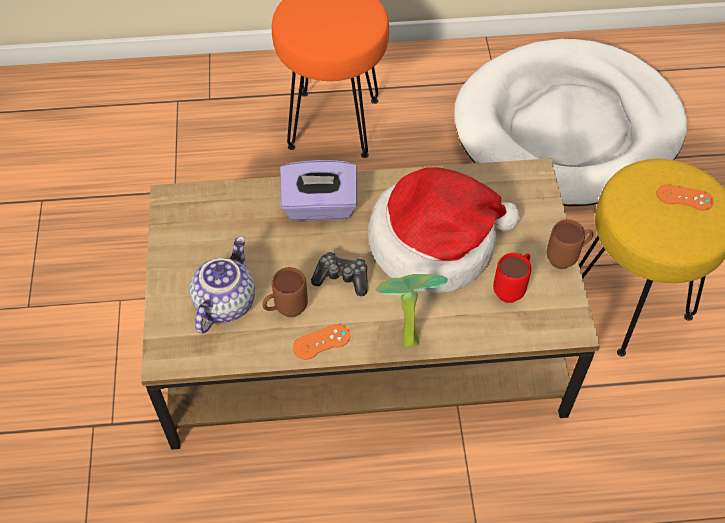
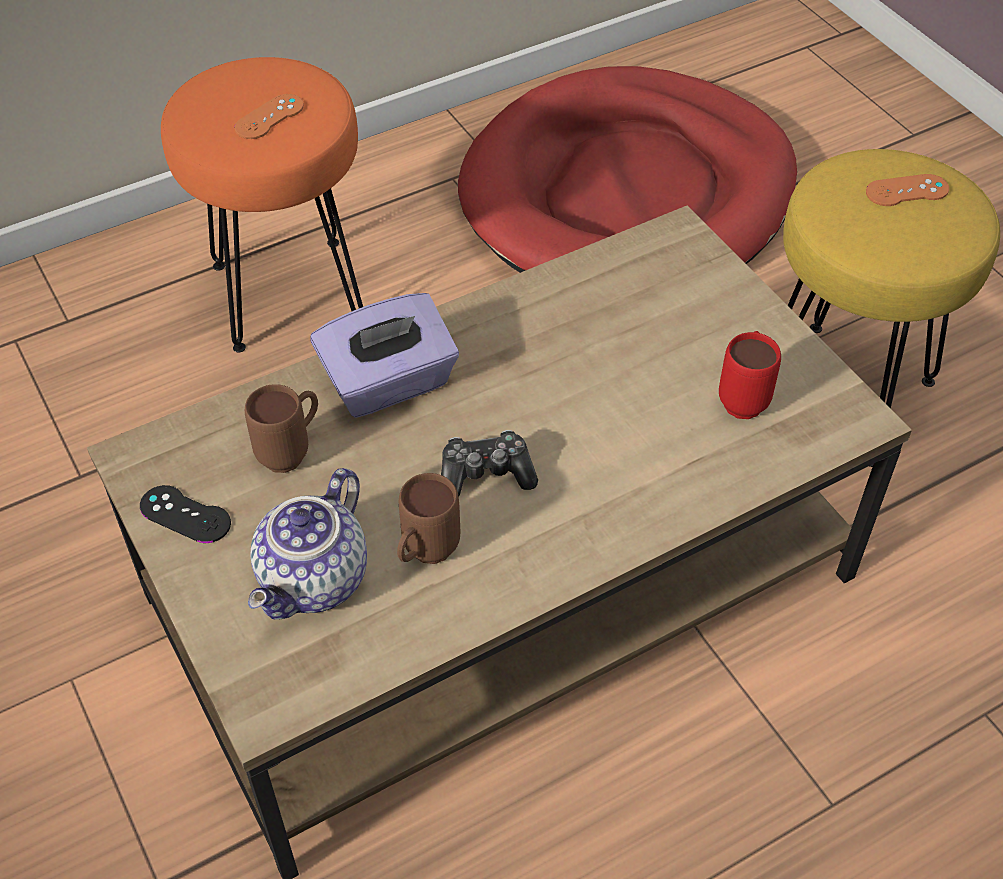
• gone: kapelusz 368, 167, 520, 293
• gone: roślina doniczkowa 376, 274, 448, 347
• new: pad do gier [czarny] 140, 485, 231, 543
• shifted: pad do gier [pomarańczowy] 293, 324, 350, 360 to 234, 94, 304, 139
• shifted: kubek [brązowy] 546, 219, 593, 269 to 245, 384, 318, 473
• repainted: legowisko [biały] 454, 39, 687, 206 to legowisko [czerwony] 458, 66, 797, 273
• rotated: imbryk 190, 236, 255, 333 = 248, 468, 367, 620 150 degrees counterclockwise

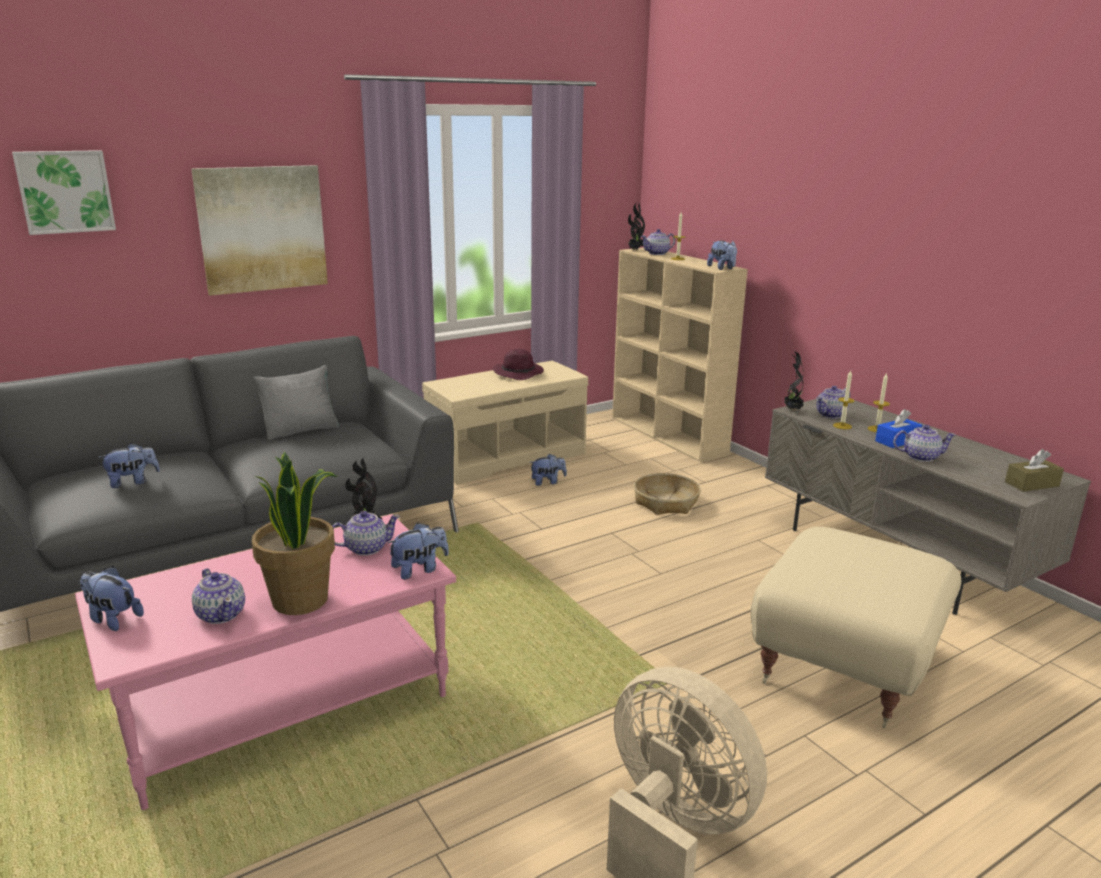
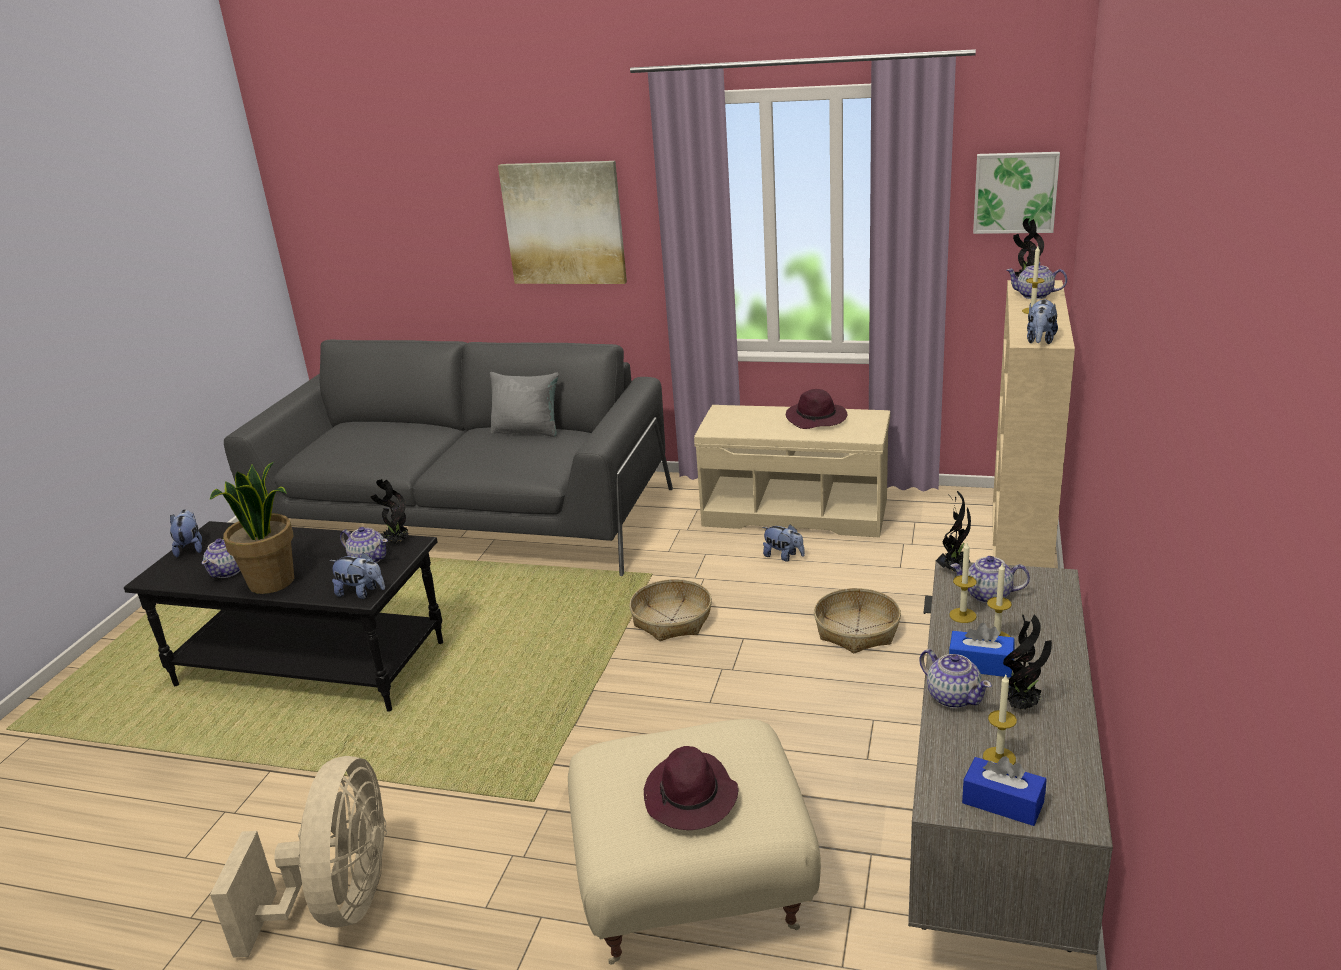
• gone: pluszak 98, 443, 160, 488
• new: koszyk 629, 579, 712, 641
• new: kapelusz [fioletowy] 644, 746, 738, 830
• new: świeca 983, 675, 1017, 765
• new: roślina doniczkowa 1003, 614, 1052, 710
• shifted: obraz 12, 150, 116, 235 to 973, 152, 1060, 234
• repainted: ława [różowy] 75, 514, 456, 810 to ława [czarny] 124, 521, 443, 712
• repainted: pudełko chusteczek [brązowy] 1005, 449, 1064, 492 to pudełko chusteczek [niebieski] 962, 756, 1047, 826

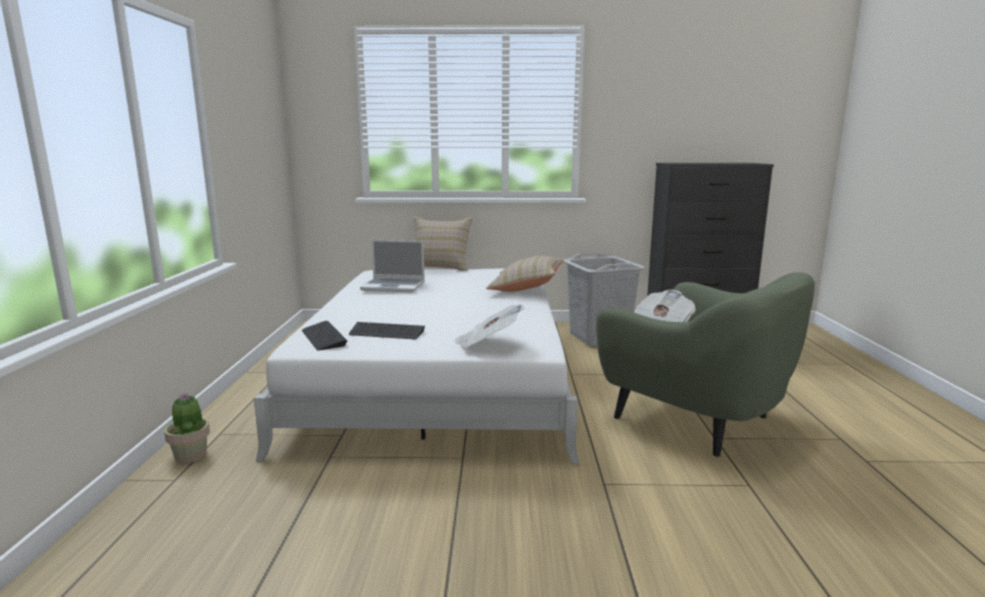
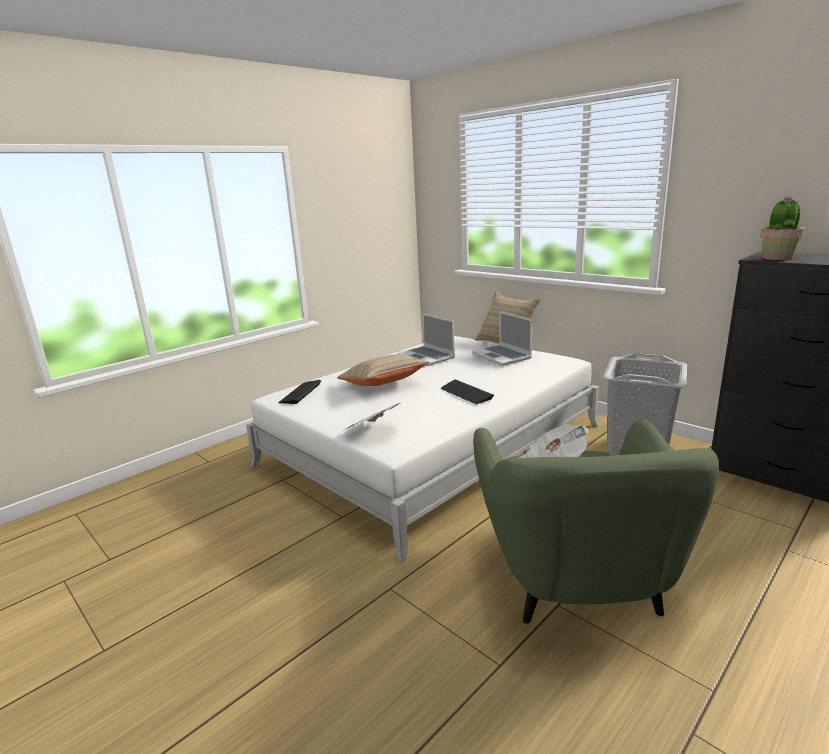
• new: laptop 472, 311, 533, 366
• shifted: roślina doniczkowa 164, 393, 210, 463 to 760, 197, 805, 260
• shifted: klawiatura 349, 322, 425, 339 to 441, 379, 494, 404
• shifted: poduszka [beżowy] 486, 256, 564, 292 to 337, 354, 429, 386

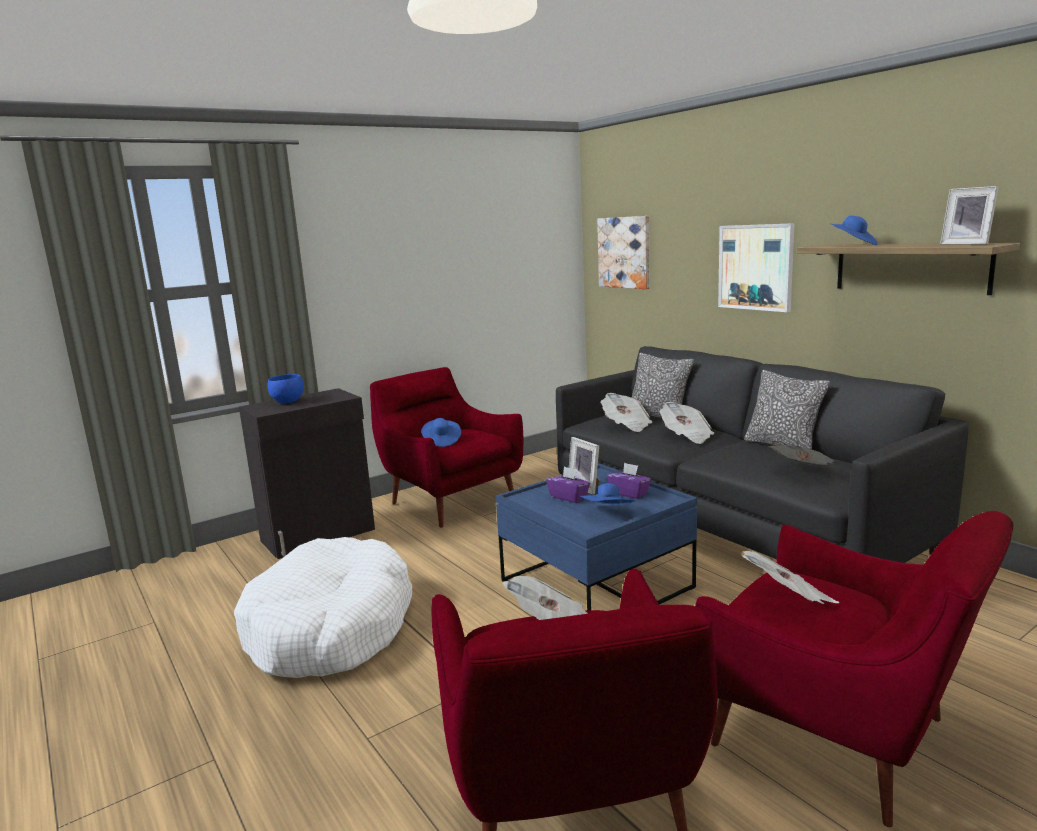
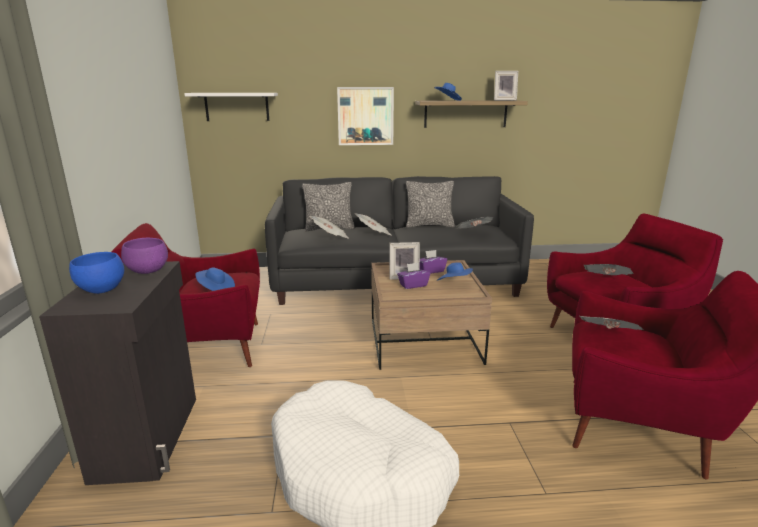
• new: miska [fioletowy] 121, 238, 168, 274
• swapped: obraz 597, 216, 650, 289 to półka [biały] 184, 93, 278, 121
• repainted: ława [niebieski] 496, 464, 697, 610 to ława [brązowy] 371, 260, 492, 370

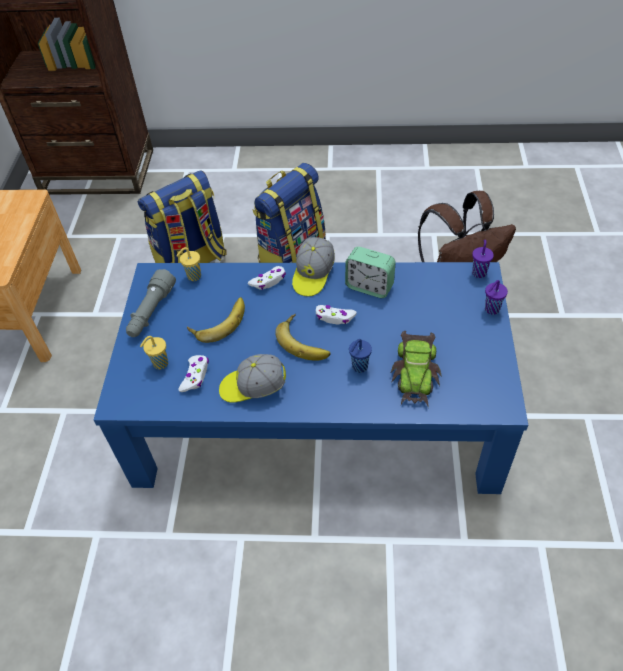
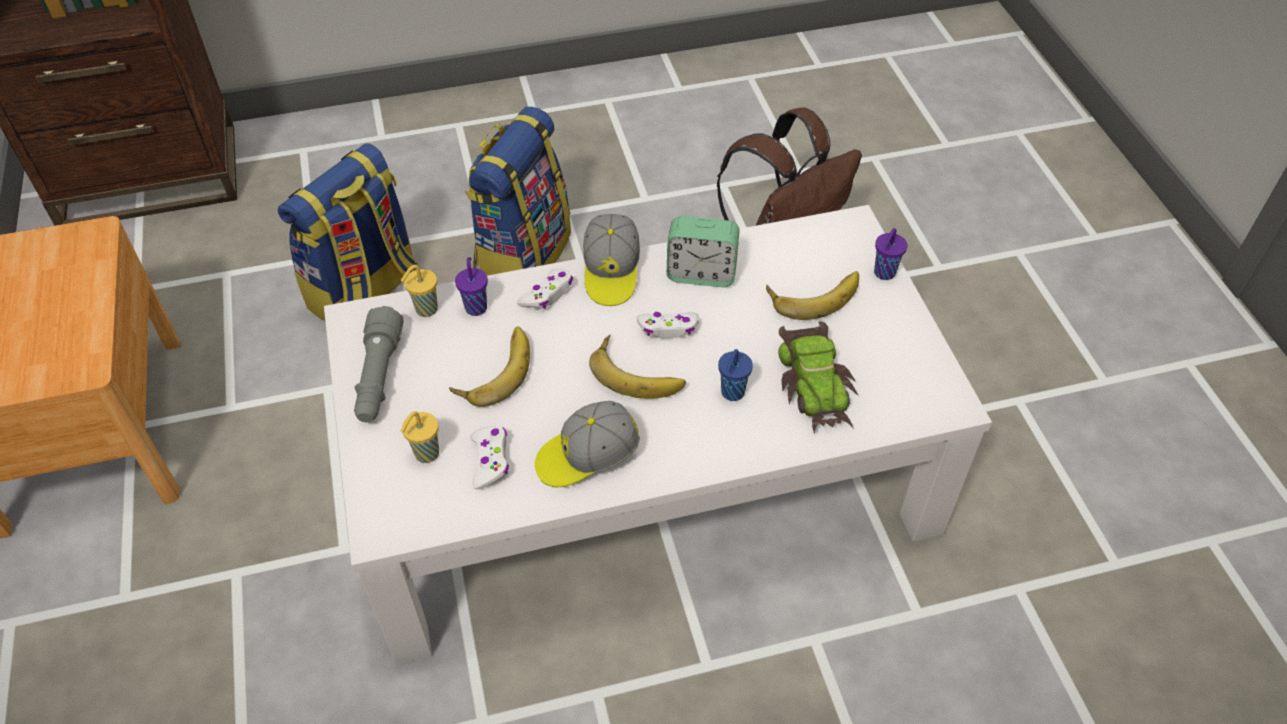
• new: banan 766, 271, 859, 320
• shifted: filiżanka [fioletowy] 472, 240, 494, 278 to 455, 257, 488, 316
• repainted: ława [niebieski] 94, 262, 528, 494 to ława [biały] 324, 205, 992, 665

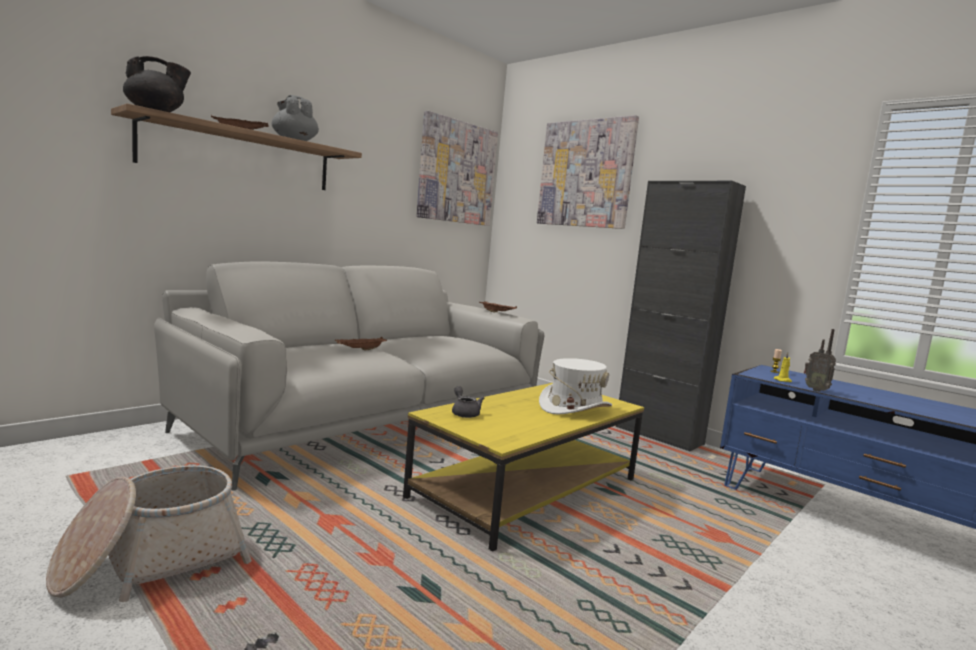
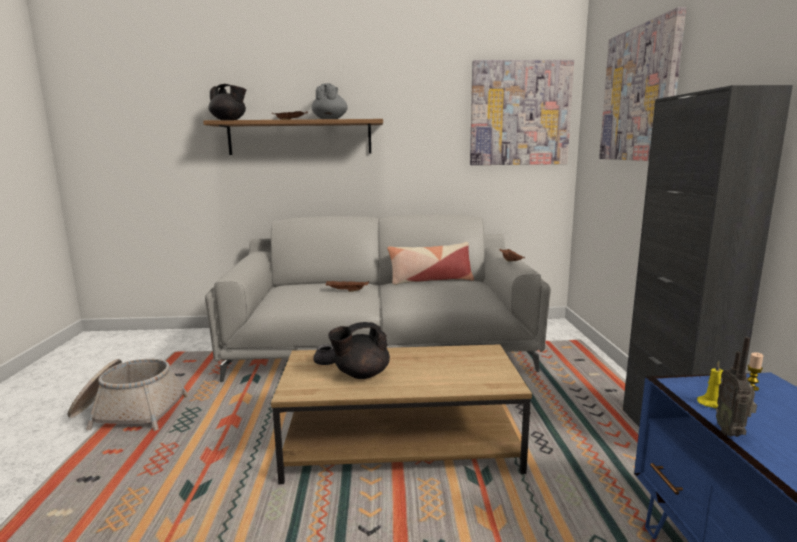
• gone: kapelusz [biały] 539, 358, 612, 414
• new: imbryk [czarny] 328, 322, 390, 379
• new: poduszka 387, 242, 474, 285
• repainted: ława [żółty] 403, 383, 644, 552 to ława [brązowy] 271, 344, 532, 484

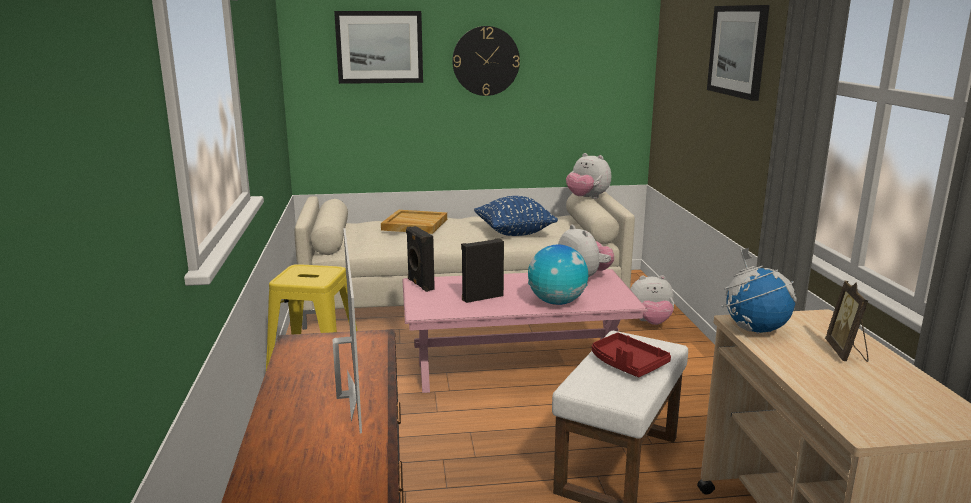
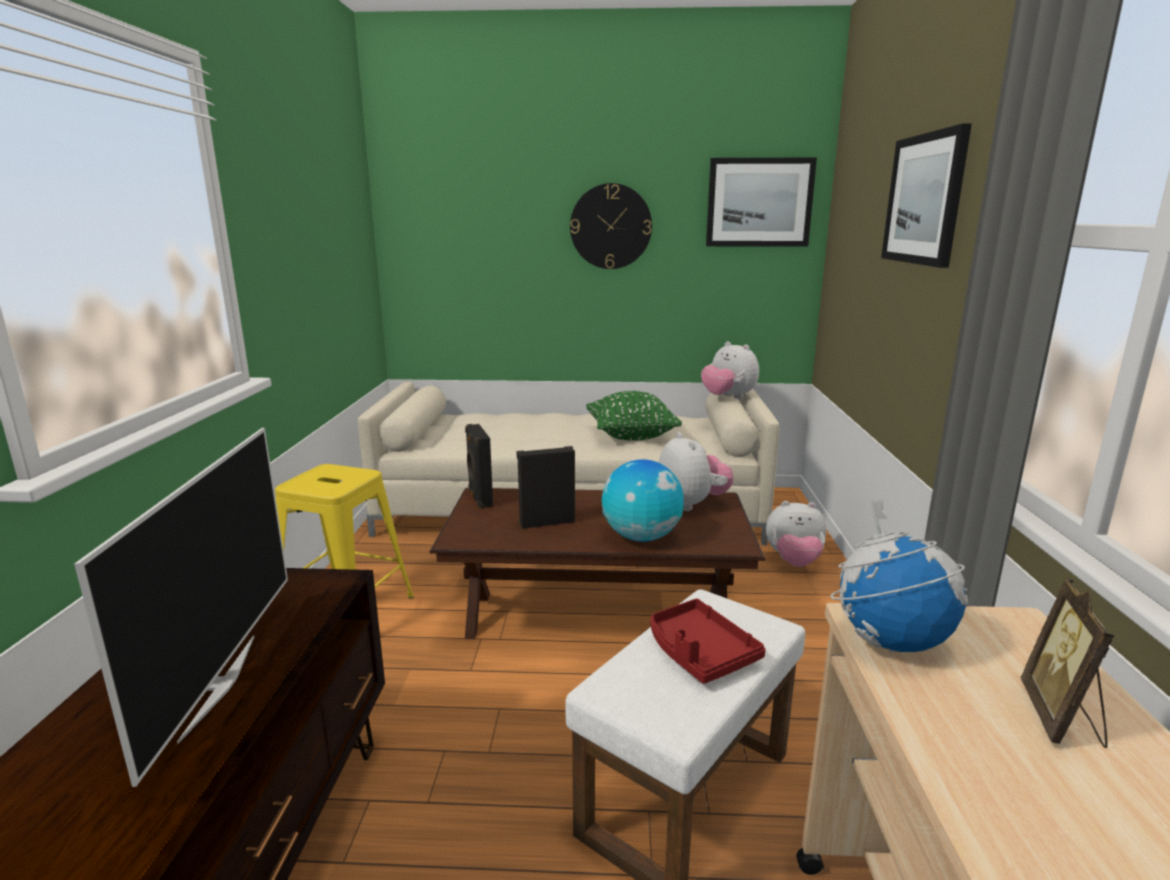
• gone: taca [beżowy] 381, 210, 447, 234
• shifted: obraz 334, 11, 423, 84 to 706, 158, 817, 247
• repainted: ława [różowy] 402, 269, 648, 393 to ława [brązowy] 430, 488, 765, 639
• repainted: poduszka [niebieski] 474, 196, 558, 236 to poduszka [zielony] 586, 391, 682, 440

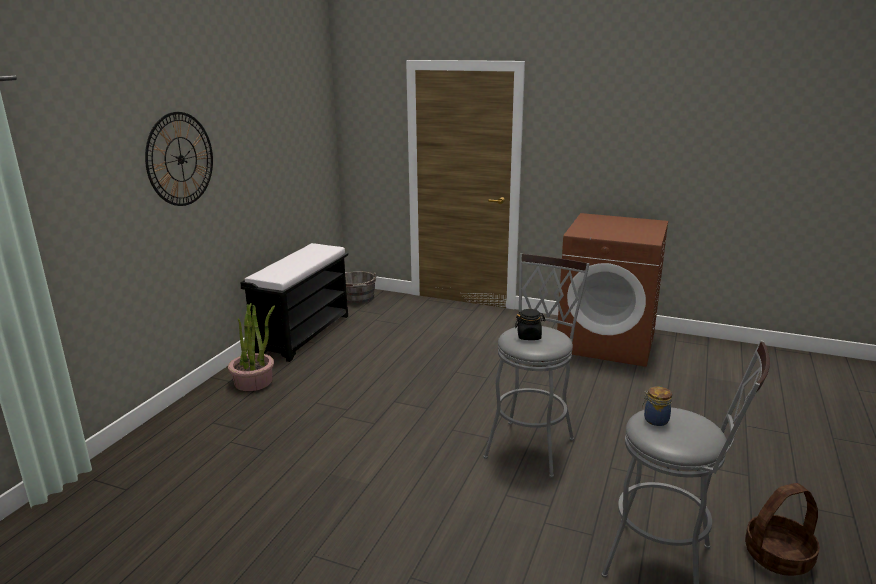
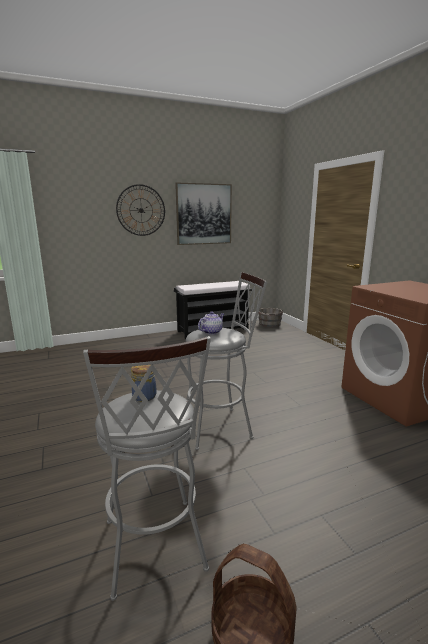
• gone: roślina doniczkowa 228, 303, 275, 391
• new: obraz 175, 182, 232, 245
• swapped: słoik [czarny] 515, 309, 546, 340 to imbryk 198, 311, 224, 334

